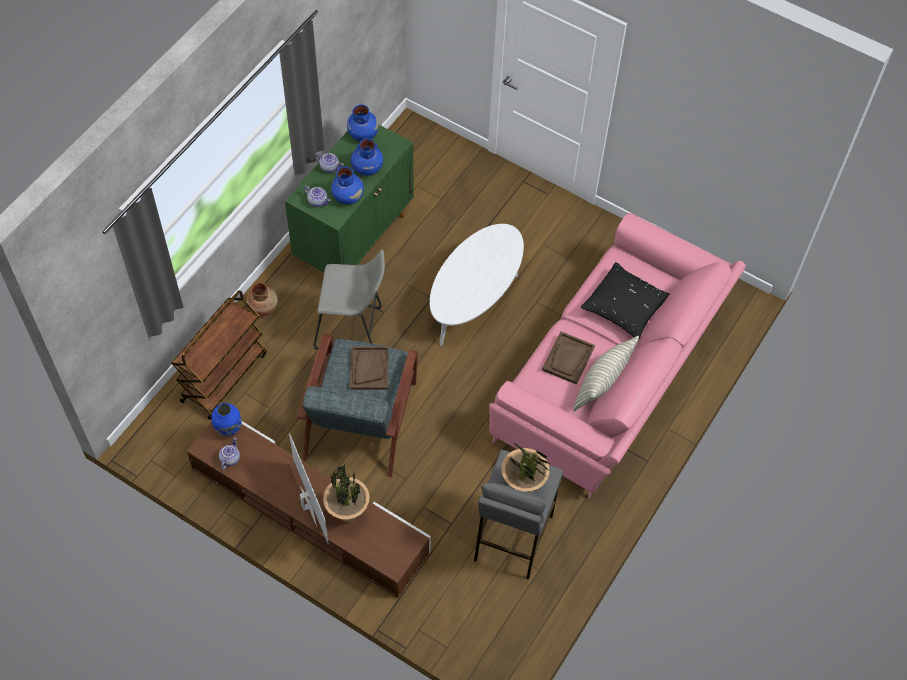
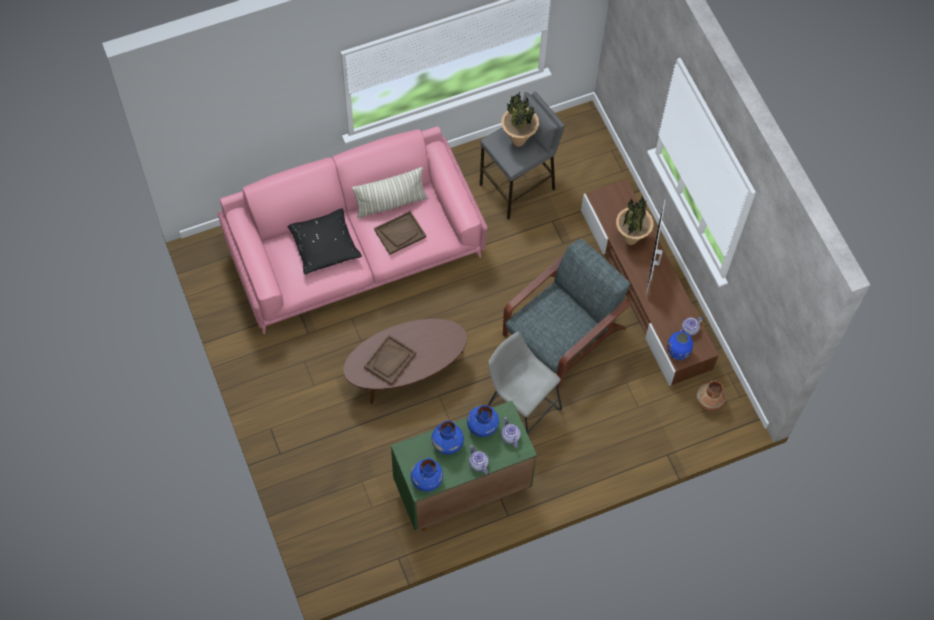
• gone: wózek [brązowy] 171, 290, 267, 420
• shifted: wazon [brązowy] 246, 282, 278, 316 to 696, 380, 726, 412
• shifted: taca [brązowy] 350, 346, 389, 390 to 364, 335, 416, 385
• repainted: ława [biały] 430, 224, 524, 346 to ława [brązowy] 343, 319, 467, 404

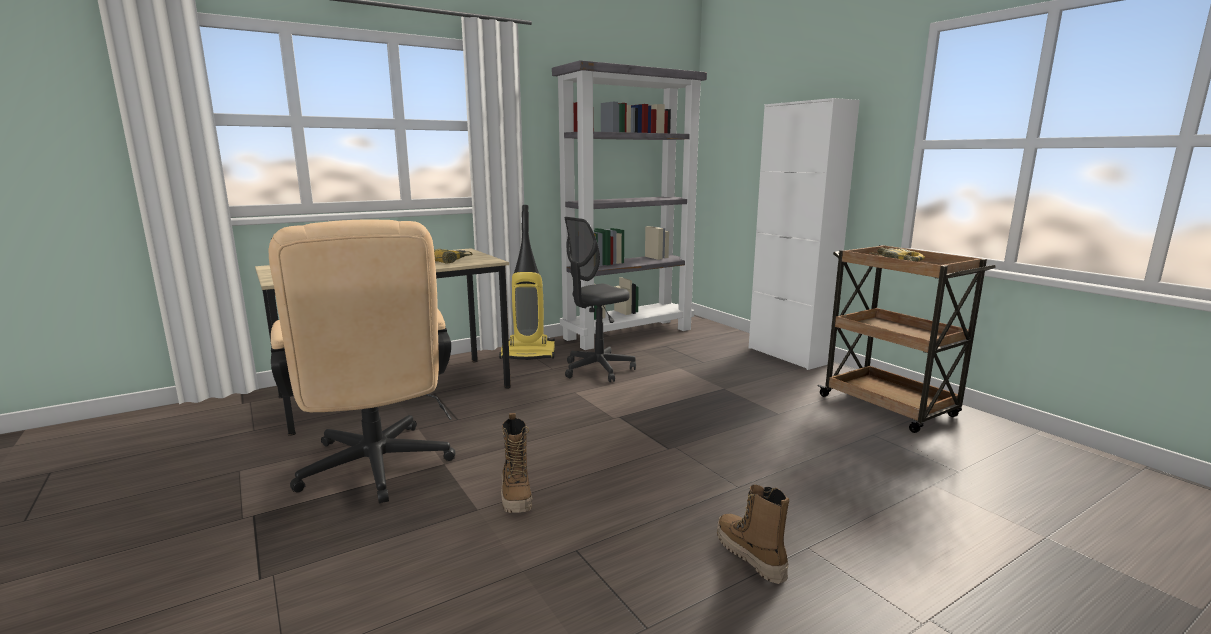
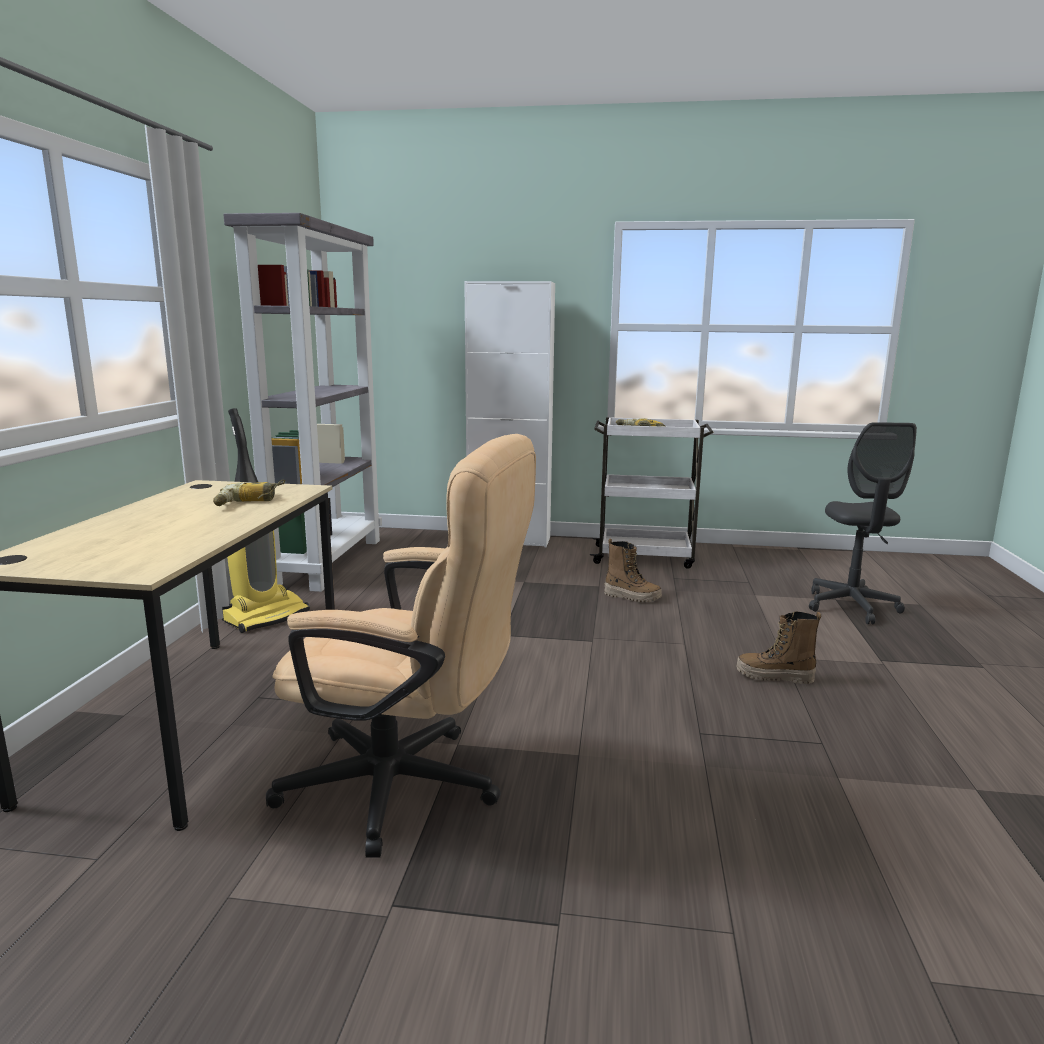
• shifted: but z cholewką 501, 413, 533, 513 to 604, 539, 662, 603
• shifted: krzesło biurowe [szary] 565, 217, 636, 382 to 809, 422, 917, 625
• repainted: wózek [brązowy] 817, 245, 996, 433 to wózek [biały] 590, 417, 714, 569

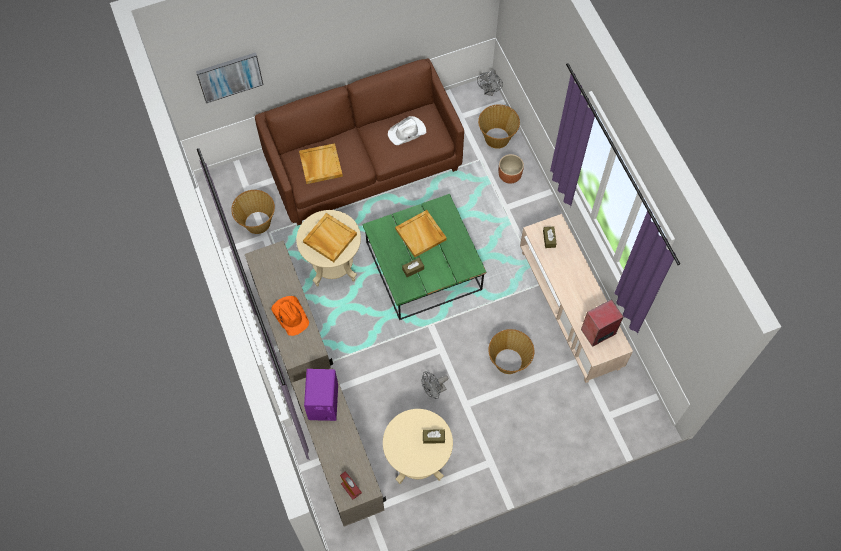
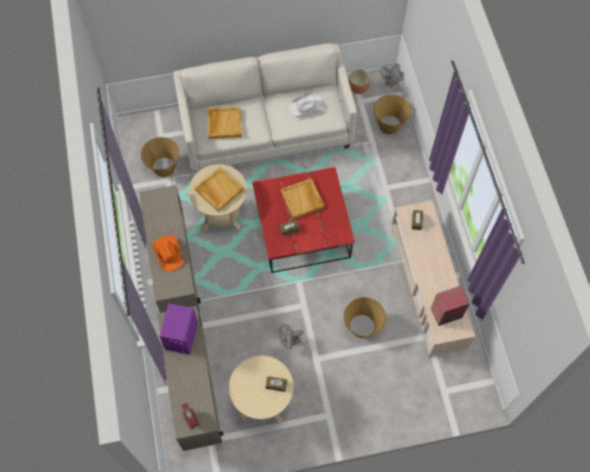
• gone: obraz 196, 52, 263, 103
• shifted: donica [brązowy] 498, 154, 524, 184 to 349, 68, 371, 94
• repainted: kanapa [brązowy] 255, 59, 464, 225 to kanapa [biały] 174, 43, 357, 172
• repainted: ława [zielony] 363, 194, 486, 320 to ława [czerwony] 252, 167, 355, 273

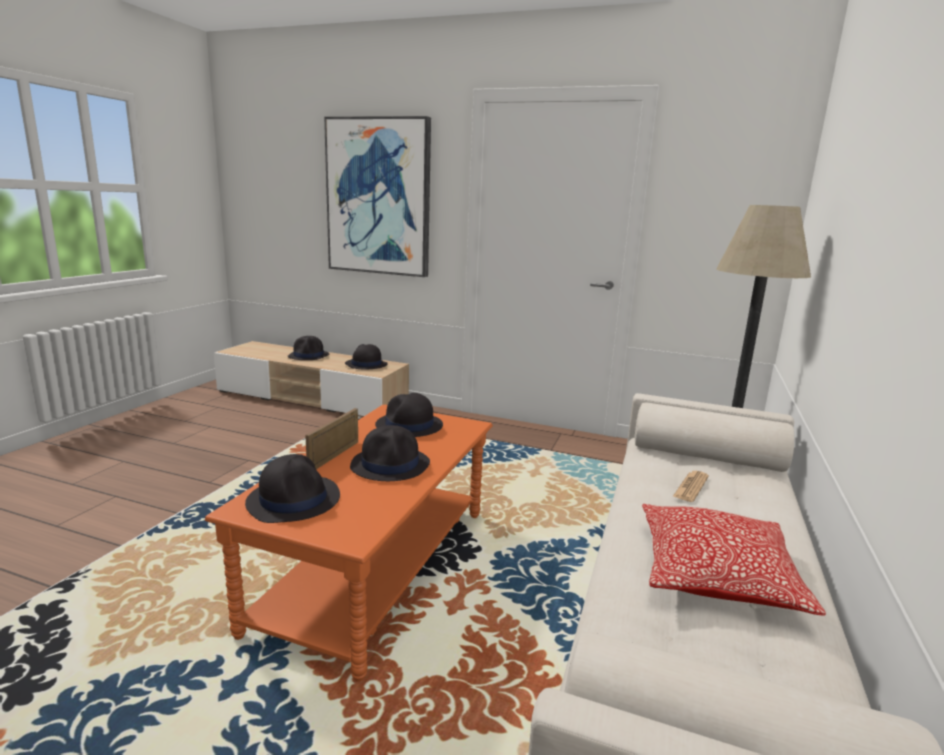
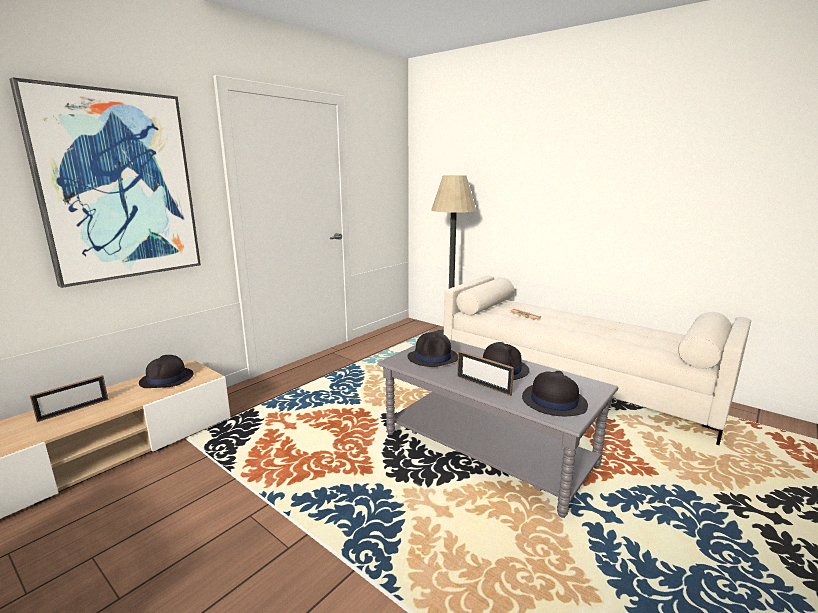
• gone: poduszka 642, 504, 826, 616
• swapped: kapelusz [czarny] 288, 336, 330, 360 to ramka na zdjęcie 30, 375, 108, 422
• repainted: ława [pomarańczowy] 205, 405, 493, 682 to ława [szary] 377, 339, 618, 518

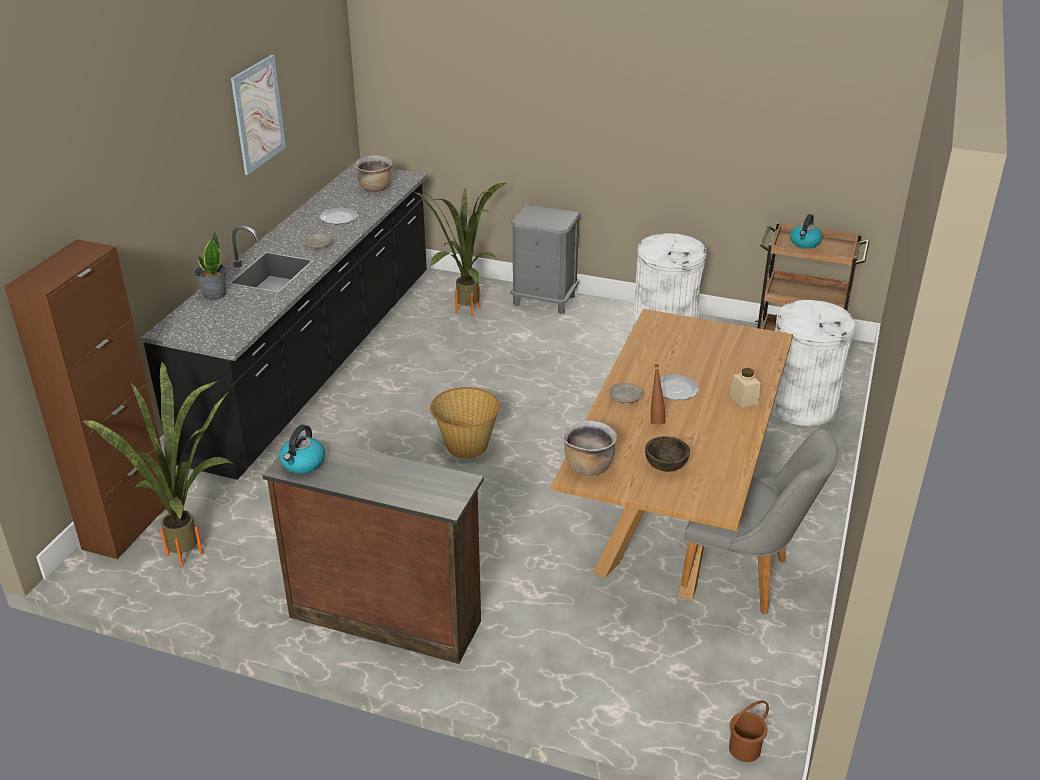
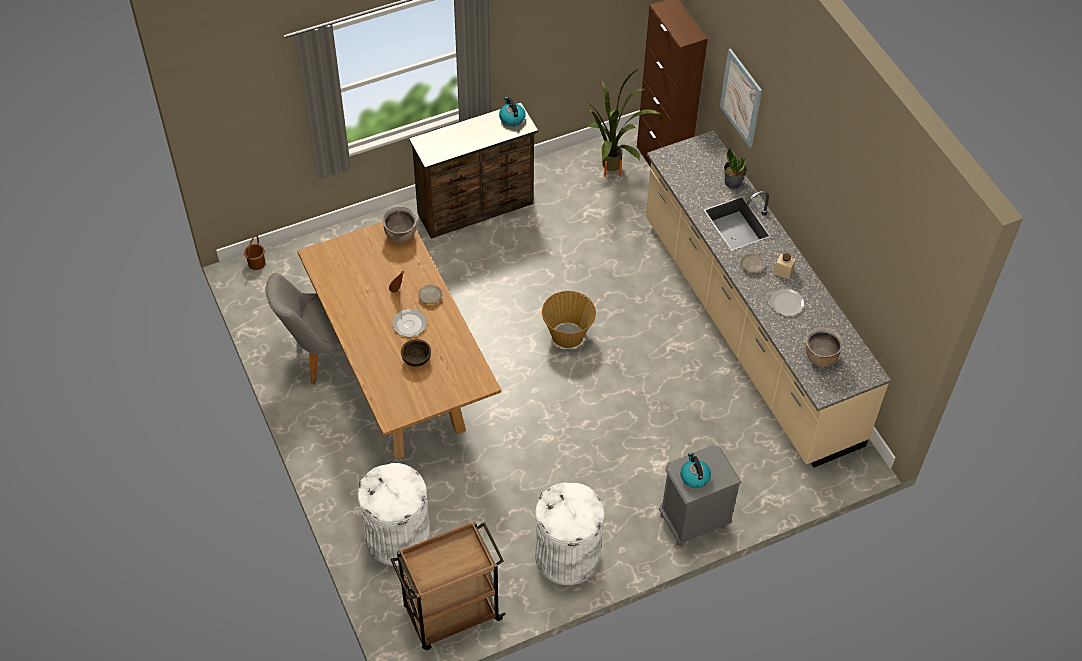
• gone: roślina doniczkowa 414, 183, 506, 316
• shifted: obraz 231, 55, 286, 175 to 720, 48, 762, 148
• shifted: miska [brązowy] 645, 436, 690, 472 to 401, 339, 431, 367
• shifted: słoik [beżowy] 730, 368, 760, 408 to 773, 254, 795, 279
• shifted: czajnik 790, 214, 822, 248 to 681, 452, 711, 488
• repainted: zabudowa kuchenna [czarny] 141, 163, 427, 480 to zabudowa kuchenna [beżowy] 646, 130, 891, 467

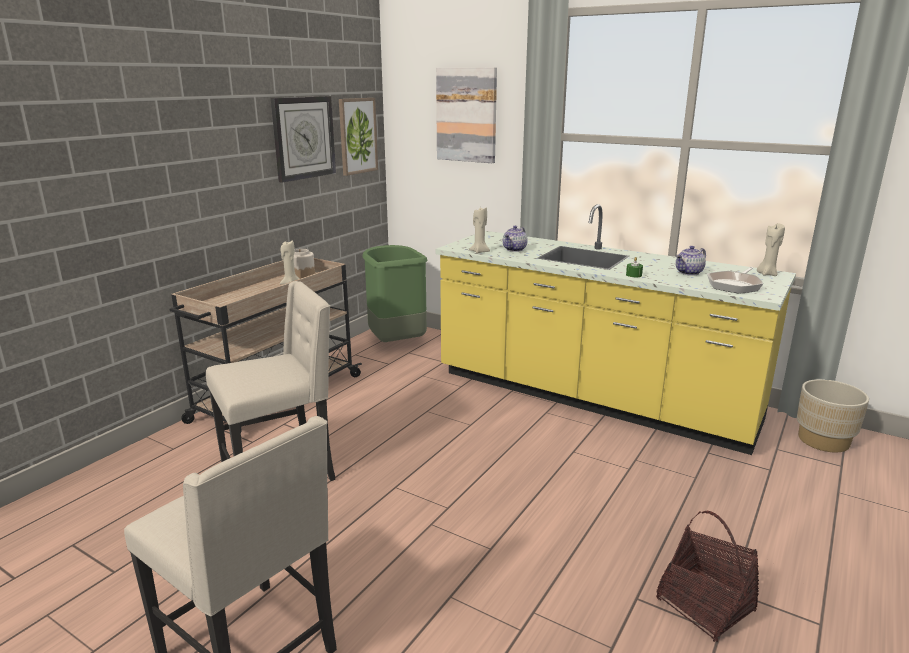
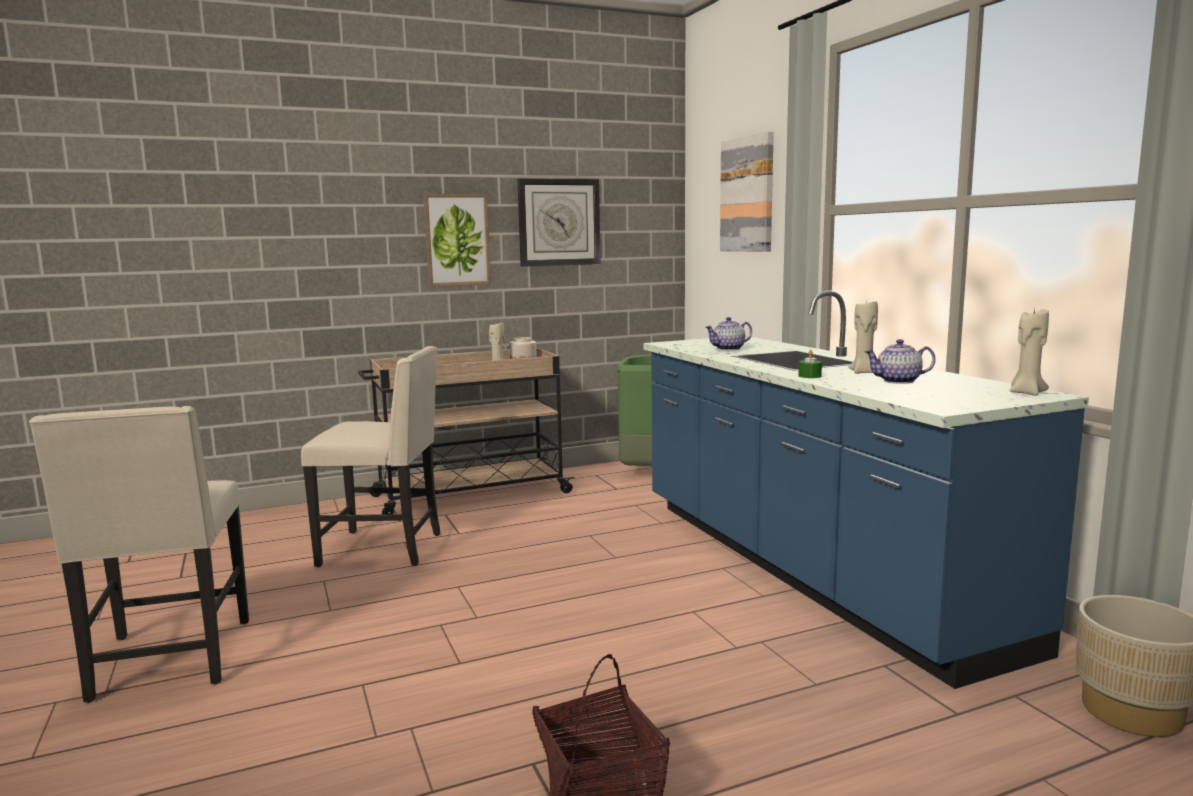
• gone: patelnia 707, 267, 763, 294
• shifted: obraz 339, 98, 378, 176 to 423, 194, 491, 287
• shifted: świeca [beżowy] 469, 208, 490, 254 to 848, 300, 878, 374
• repainted: zabudowa kuchenna [żółty] 436, 204, 796, 455 to zabudowa kuchenna [niebieski] 643, 291, 1089, 689

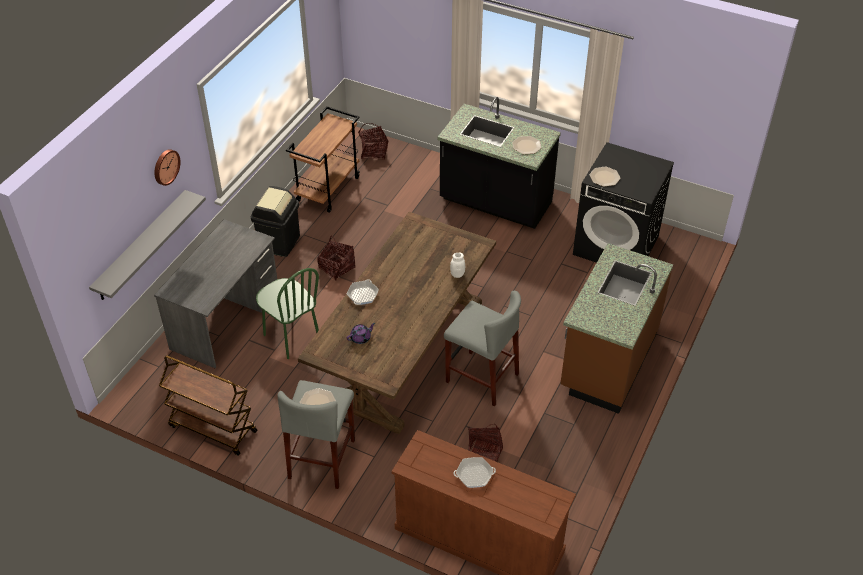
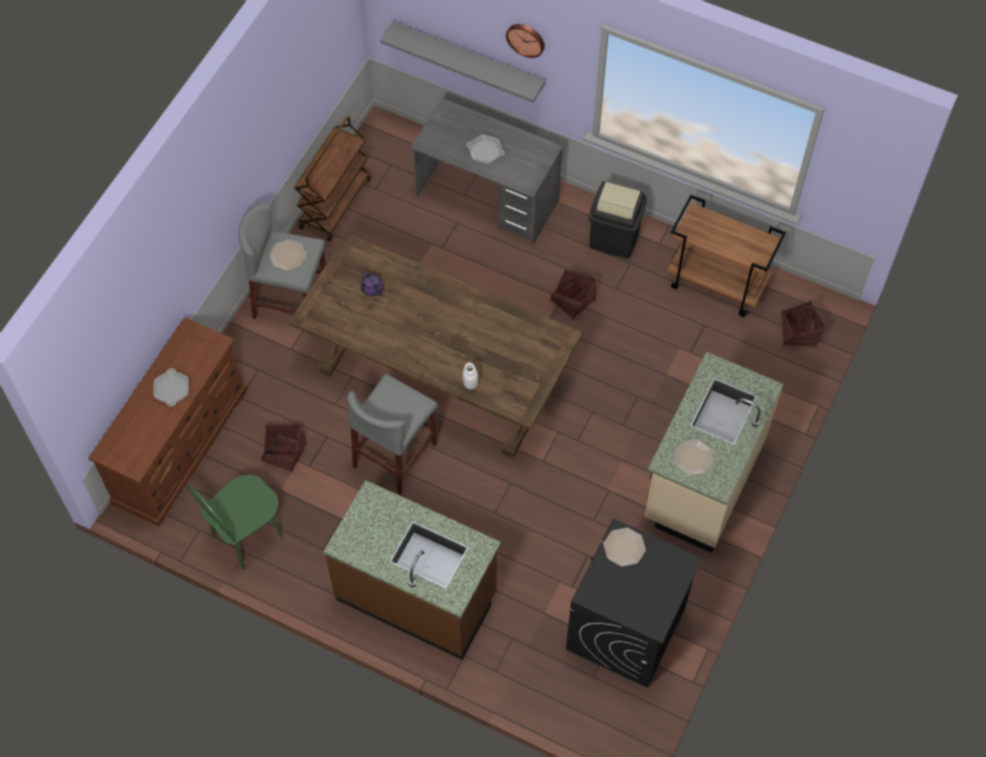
• shifted: krzesło [zielony] 256, 268, 319, 359 to 187, 475, 283, 570
• shifted: patelnia 347, 279, 379, 305 to 466, 134, 505, 164
• repainted: zabudowa kuchenna [czarny] 438, 97, 561, 229 to zabudowa kuchenna [beżowy] 645, 352, 784, 553

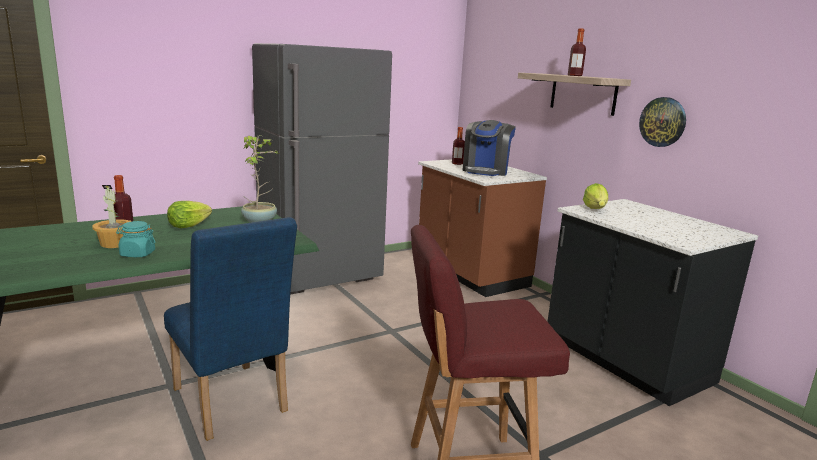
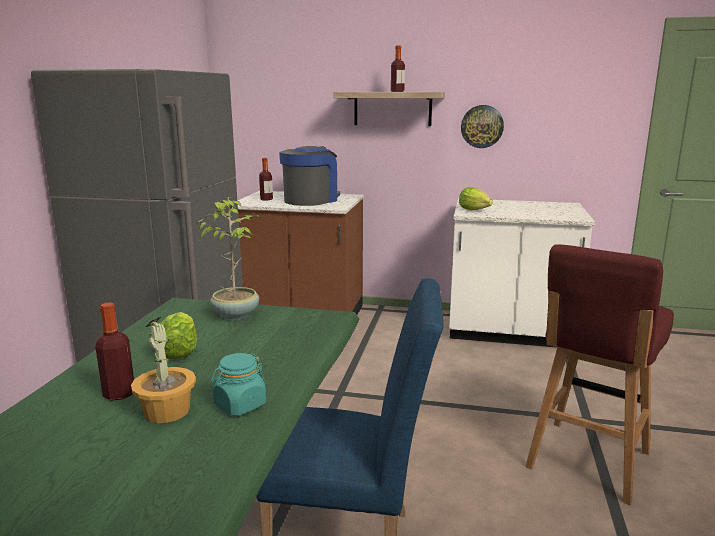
• repainted: zabudowa kuchenna [czarny] 547, 199, 758, 406 to zabudowa kuchenna [biały] 449, 198, 595, 348
• rotated: ekspres do kawy 462, 120, 516, 176 = 279, 146, 340, 206 120 degrees counterclockwise

